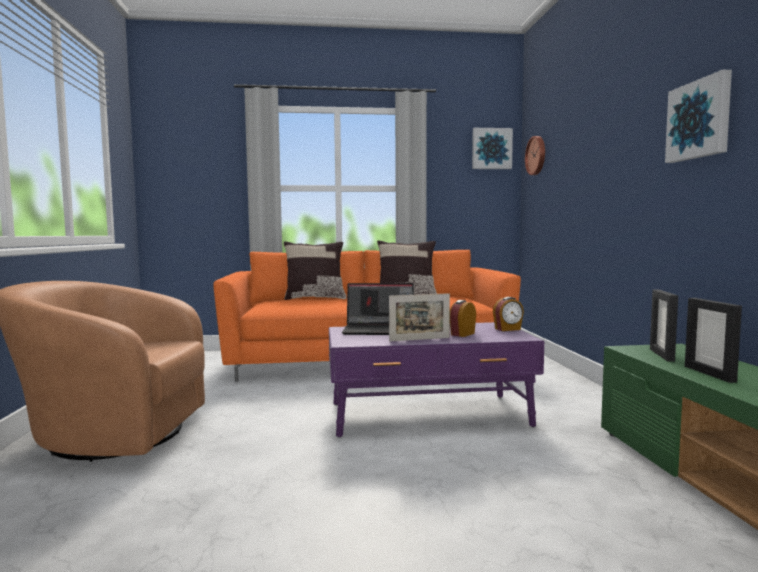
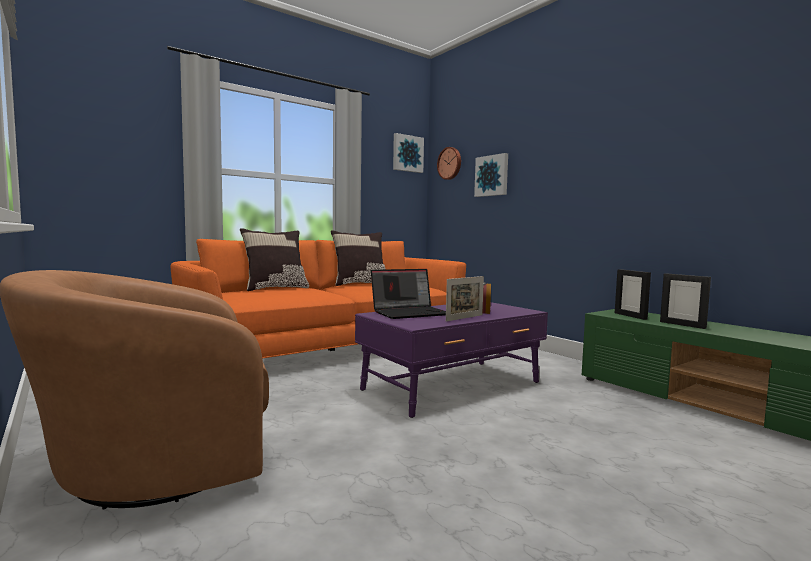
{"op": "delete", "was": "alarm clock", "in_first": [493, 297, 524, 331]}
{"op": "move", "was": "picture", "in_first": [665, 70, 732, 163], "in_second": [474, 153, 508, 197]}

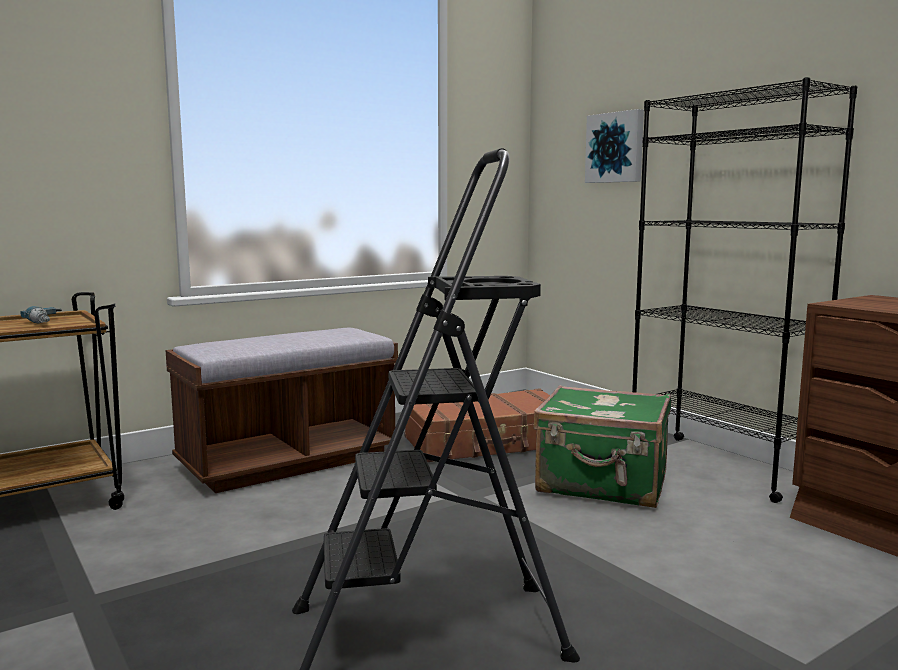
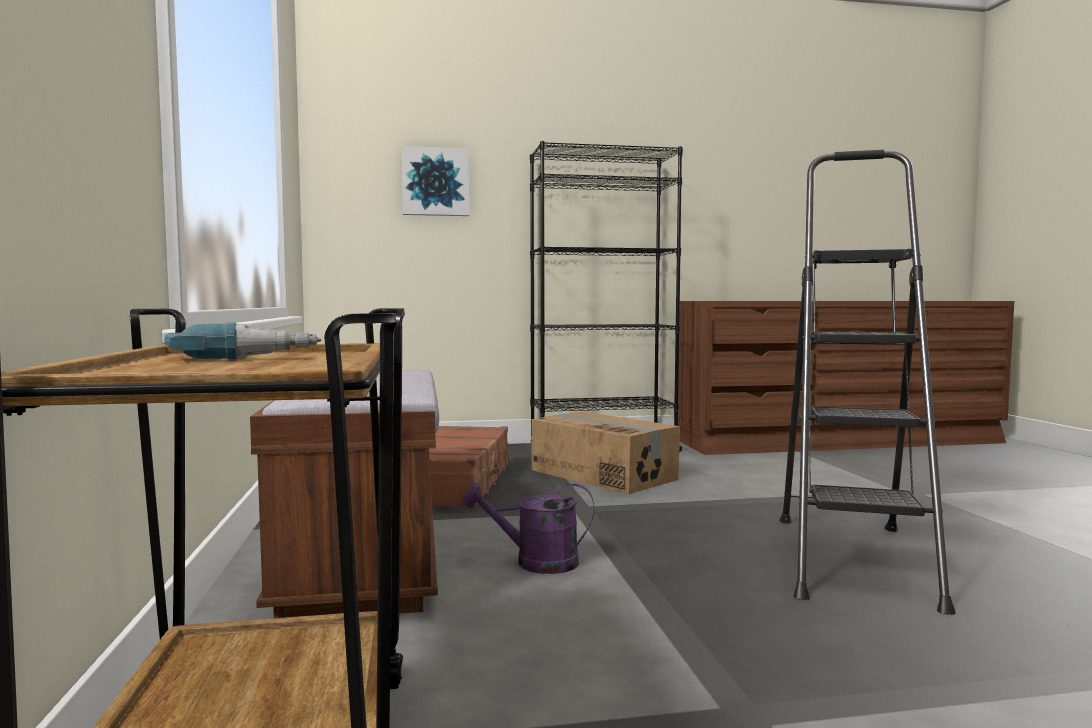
{"op": "insert", "now": "watering can (purple)", "in_second": [463, 482, 594, 574]}
{"op": "replace", "was": "suitcase (green)", "now": "cardboard box", "in_first": [533, 385, 671, 508], "in_second": [531, 412, 680, 494]}

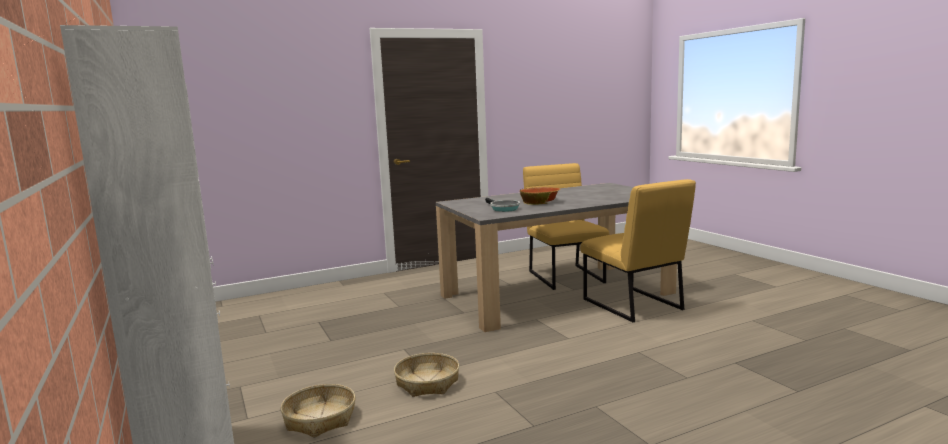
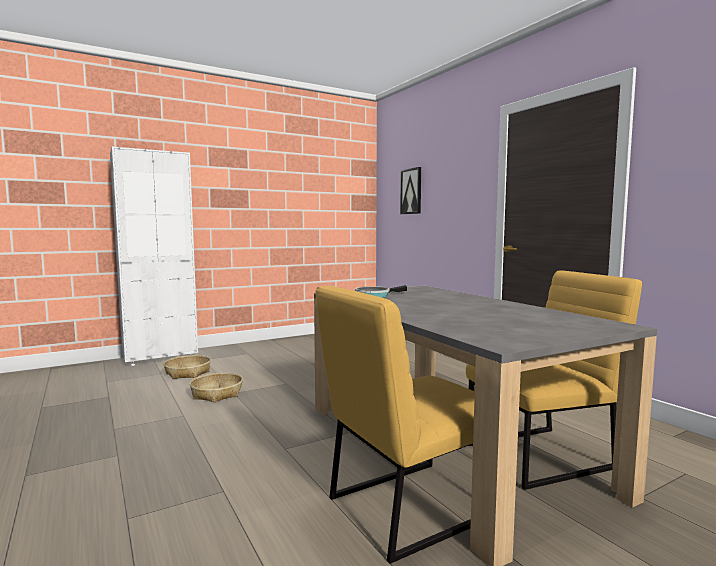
{"op": "delete", "was": "bowl", "in_first": [520, 187, 560, 205]}
{"op": "insert", "now": "picture", "in_second": [400, 167, 421, 214]}

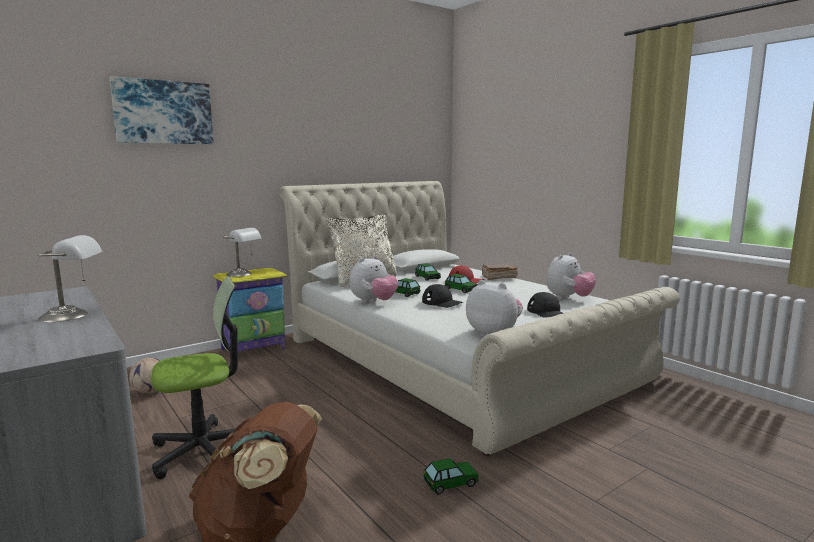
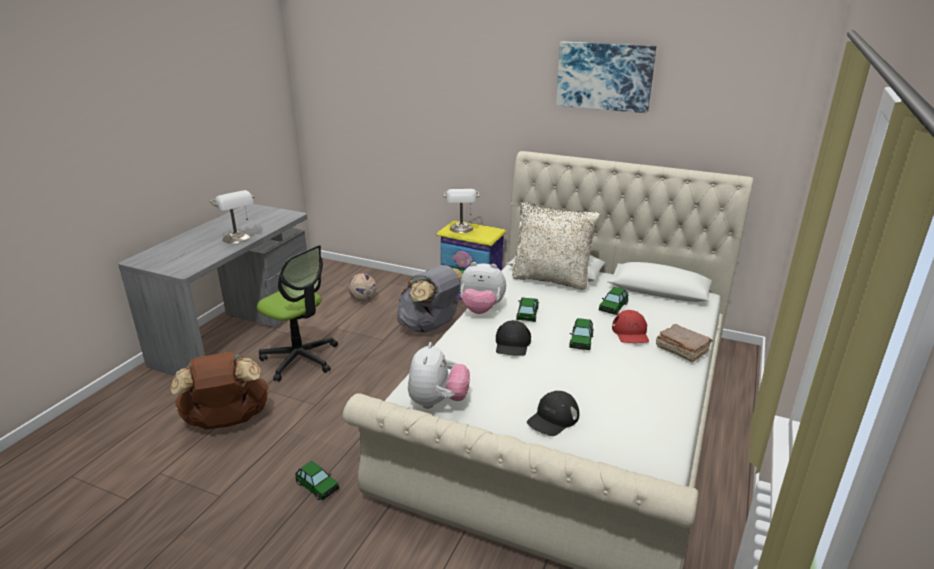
{"op": "delete", "was": "plush toy", "in_first": [546, 252, 596, 299]}
{"op": "insert", "now": "backpack (grey)", "in_second": [397, 265, 462, 333]}
{"op": "move", "was": "picture", "in_first": [109, 76, 214, 144], "in_second": [556, 41, 656, 113]}

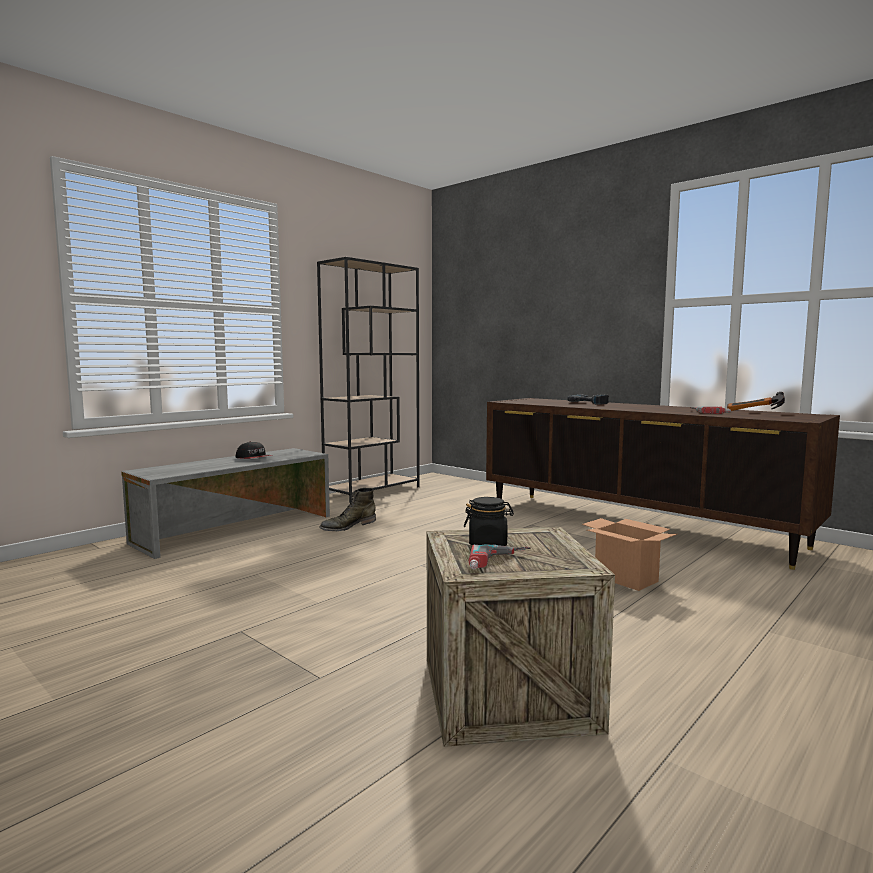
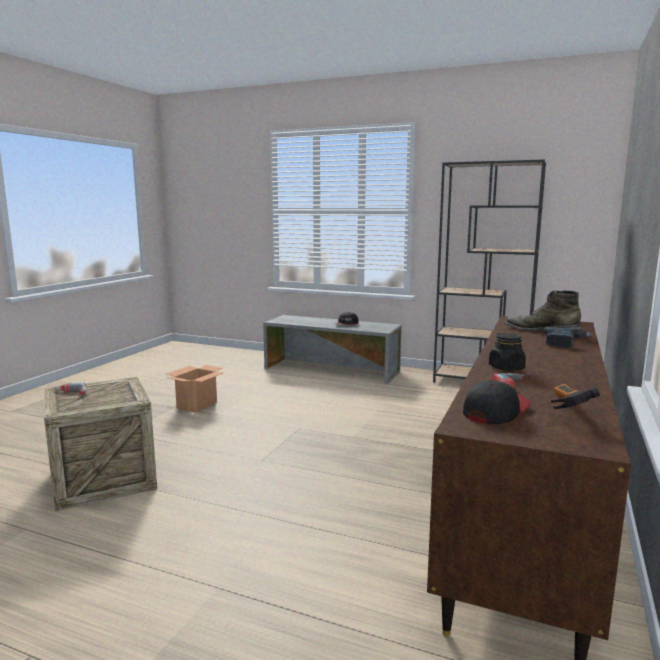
{"op": "insert", "now": "cap", "in_second": [463, 380, 531, 424]}
{"op": "move", "was": "boot (green)", "in_first": [320, 488, 376, 531], "in_second": [505, 291, 581, 331]}
{"op": "move", "was": "jar (black)", "in_first": [464, 497, 514, 546], "in_second": [489, 333, 526, 371]}
{"op": "move", "was": "cardboard box", "in_first": [582, 518, 677, 591], "in_second": [166, 365, 223, 413]}

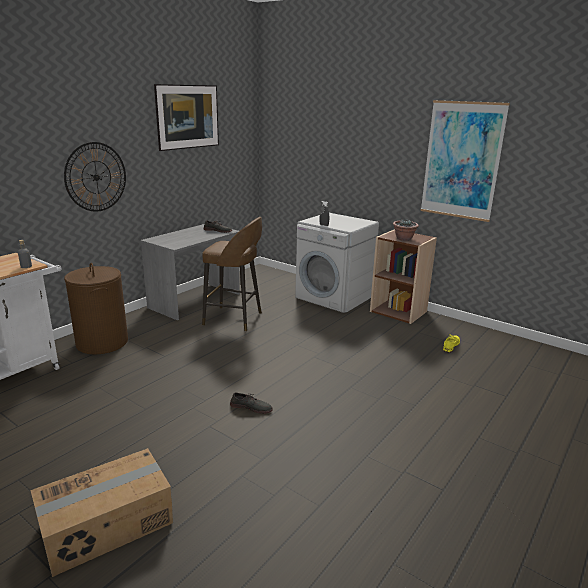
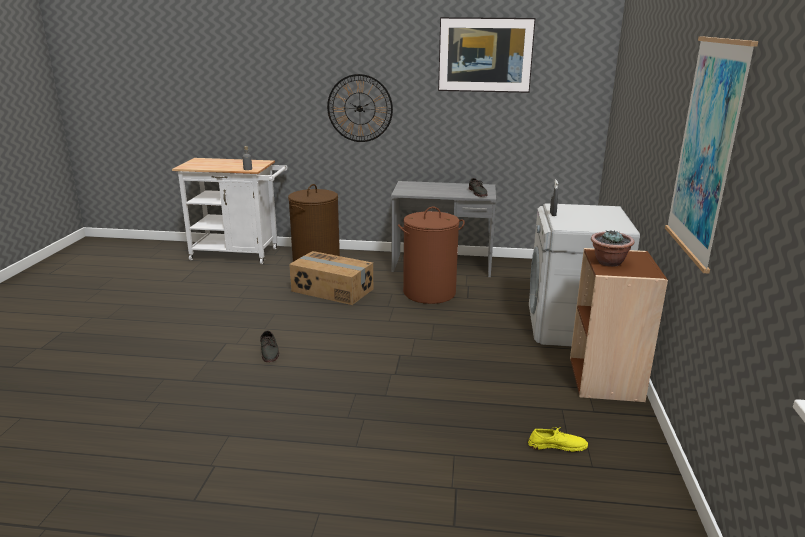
{"op": "move", "was": "cardboard box", "in_first": [31, 448, 173, 577], "in_second": [289, 251, 373, 305]}
{"op": "replace", "was": "stool (brown)", "now": "laundry basket (brown)", "in_first": [202, 217, 262, 332], "in_second": [398, 207, 465, 304]}

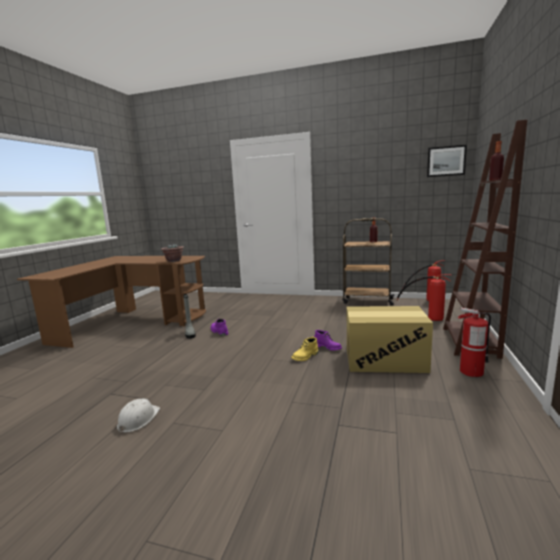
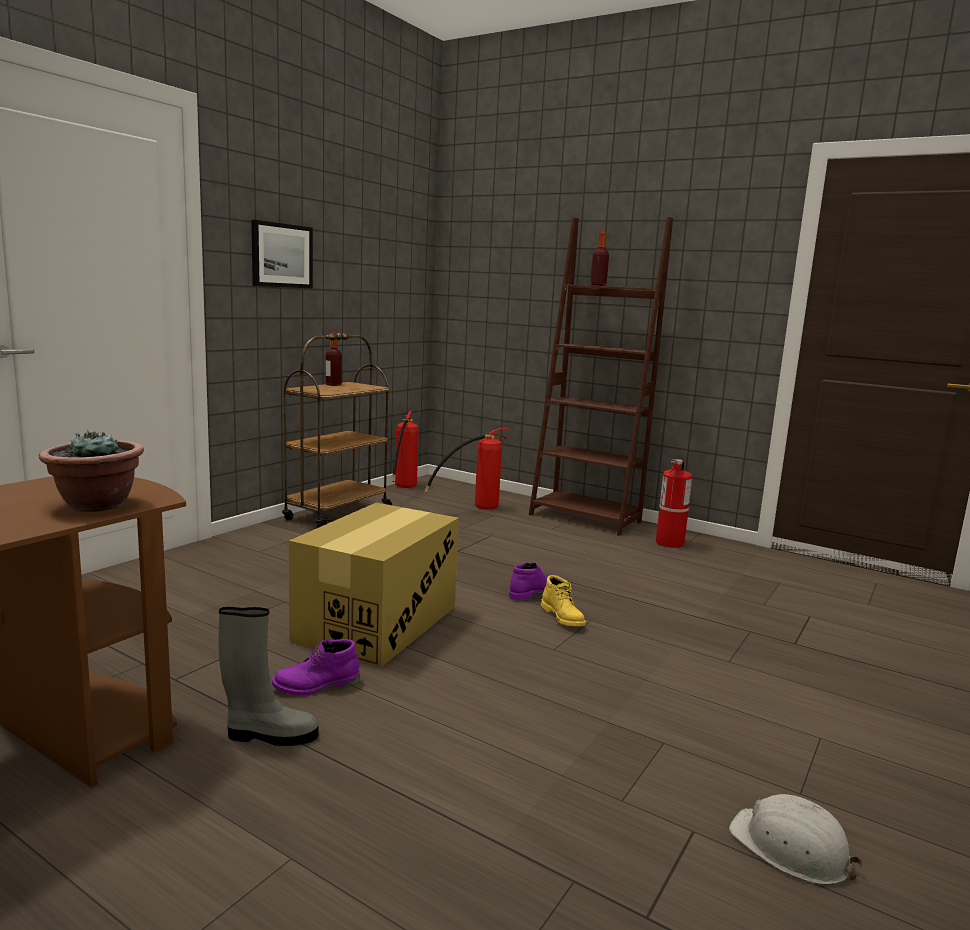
{"op": "move", "was": "cardboard box", "in_first": [347, 306, 433, 373], "in_second": [289, 503, 459, 667]}
{"op": "move", "was": "picture", "in_first": [427, 145, 467, 177], "in_second": [251, 220, 313, 288]}

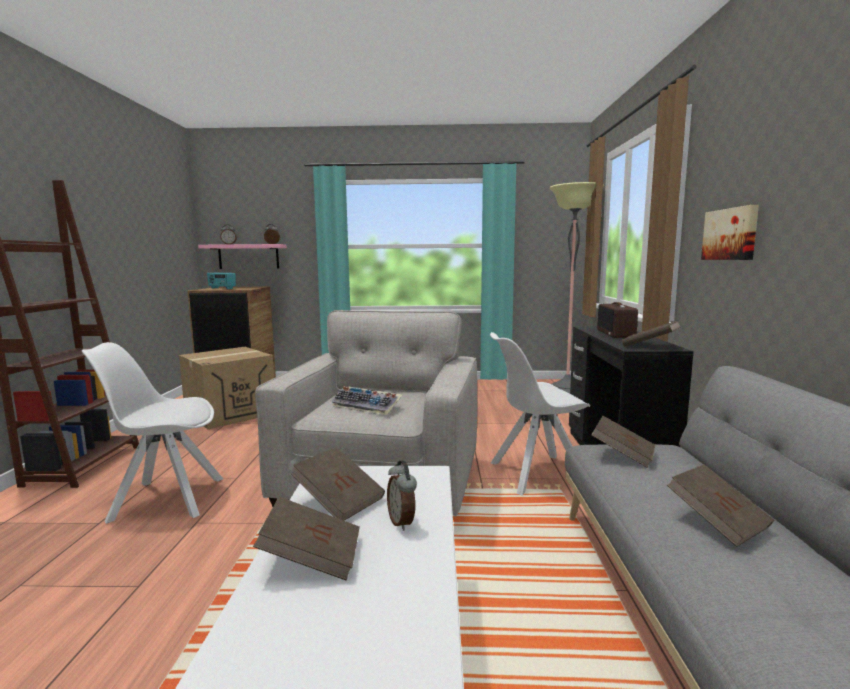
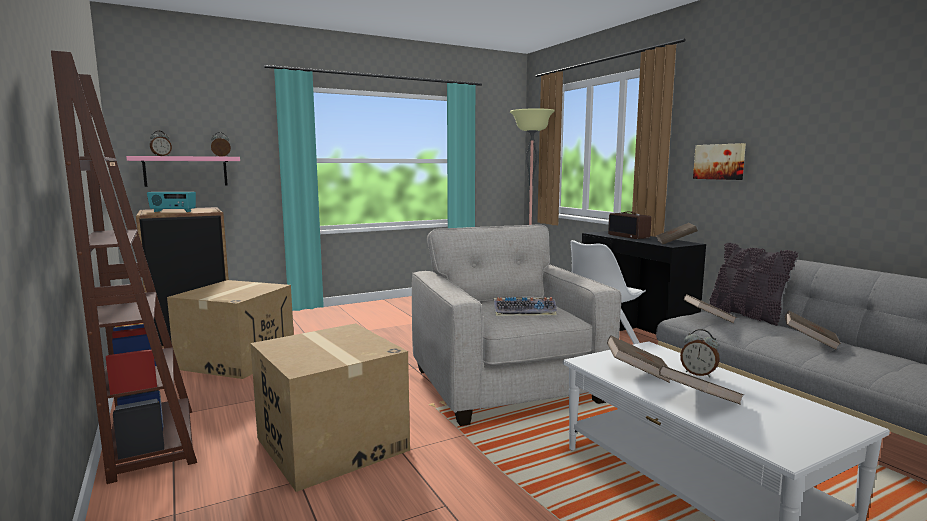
{"op": "insert", "now": "pillow (black)", "in_second": [708, 243, 798, 326]}
{"op": "replace", "was": "chair (white)", "now": "cardboard box", "in_first": [82, 342, 223, 524], "in_second": [250, 323, 410, 492]}

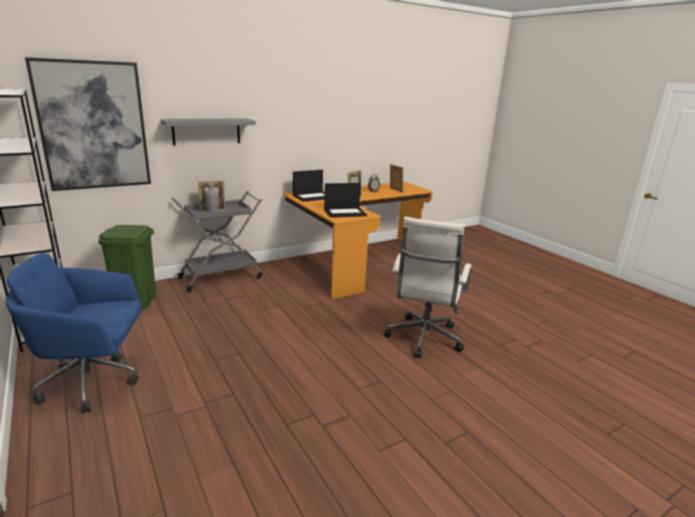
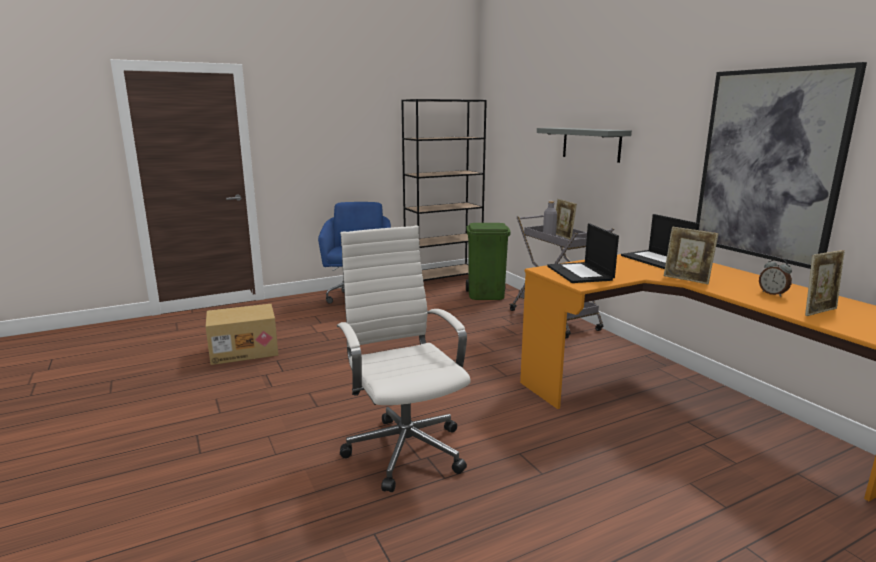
{"op": "insert", "now": "cardboard box", "in_second": [206, 304, 278, 365]}
{"op": "move", "was": "picture", "in_first": [25, 57, 151, 191], "in_second": [696, 62, 867, 269]}
{"op": "rotate", "was": "office chair (white)", "in_first": [384, 216, 472, 358], "in_second": [337, 225, 471, 492], "clockwise": 45}

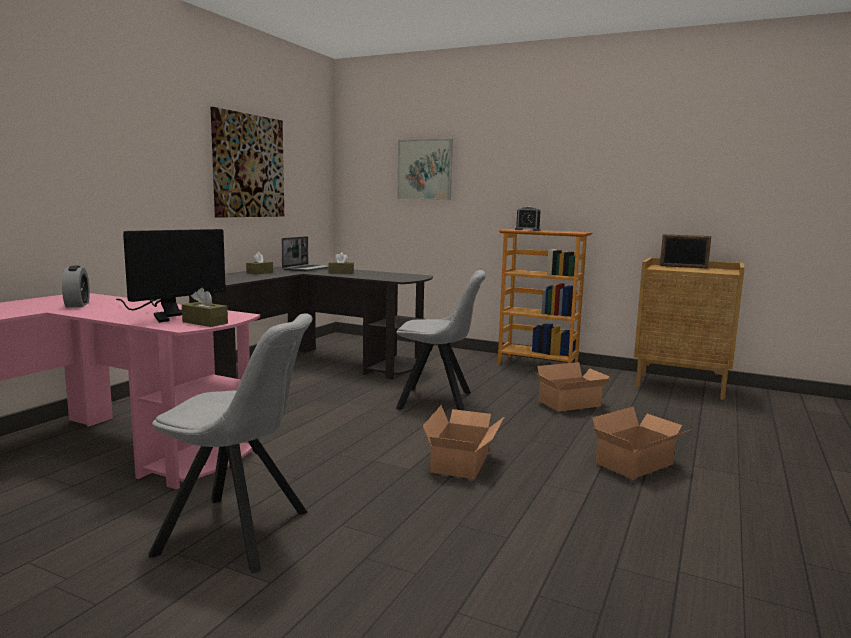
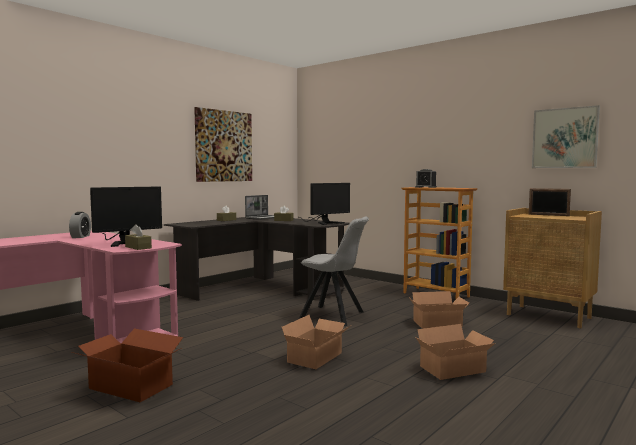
{"op": "insert", "now": "monitor", "in_second": [298, 183, 350, 225]}
{"op": "move", "was": "picture", "in_first": [397, 139, 453, 200], "in_second": [532, 105, 600, 168]}
{"op": "replace", "was": "chair (grey)", "now": "cardboard box", "in_first": [149, 313, 313, 574], "in_second": [72, 329, 183, 402]}

